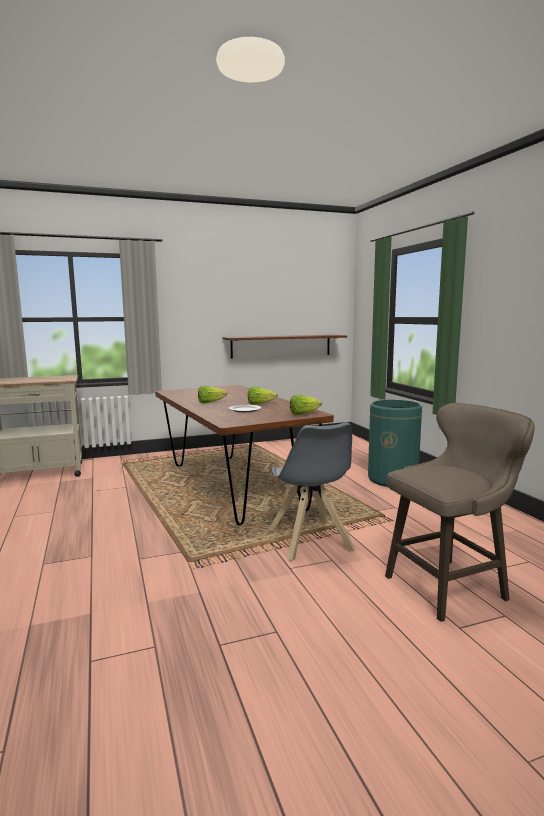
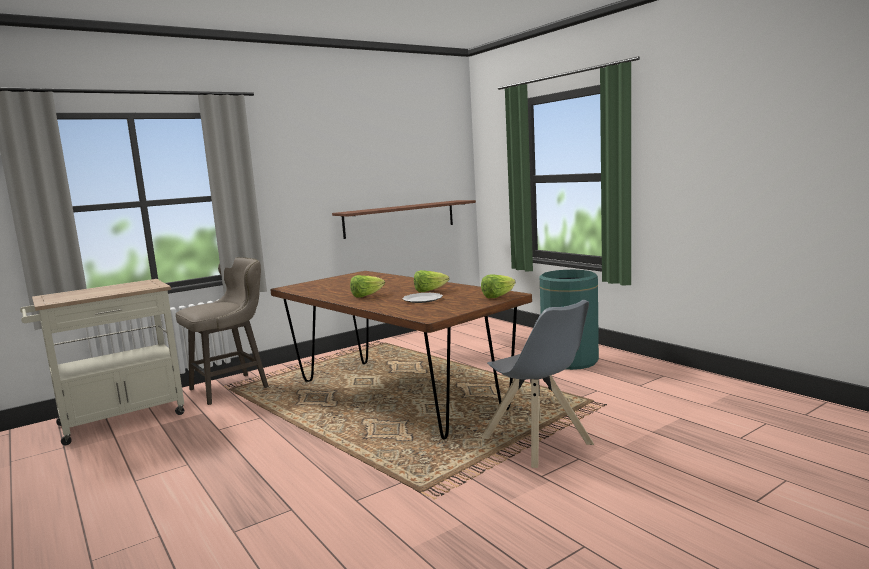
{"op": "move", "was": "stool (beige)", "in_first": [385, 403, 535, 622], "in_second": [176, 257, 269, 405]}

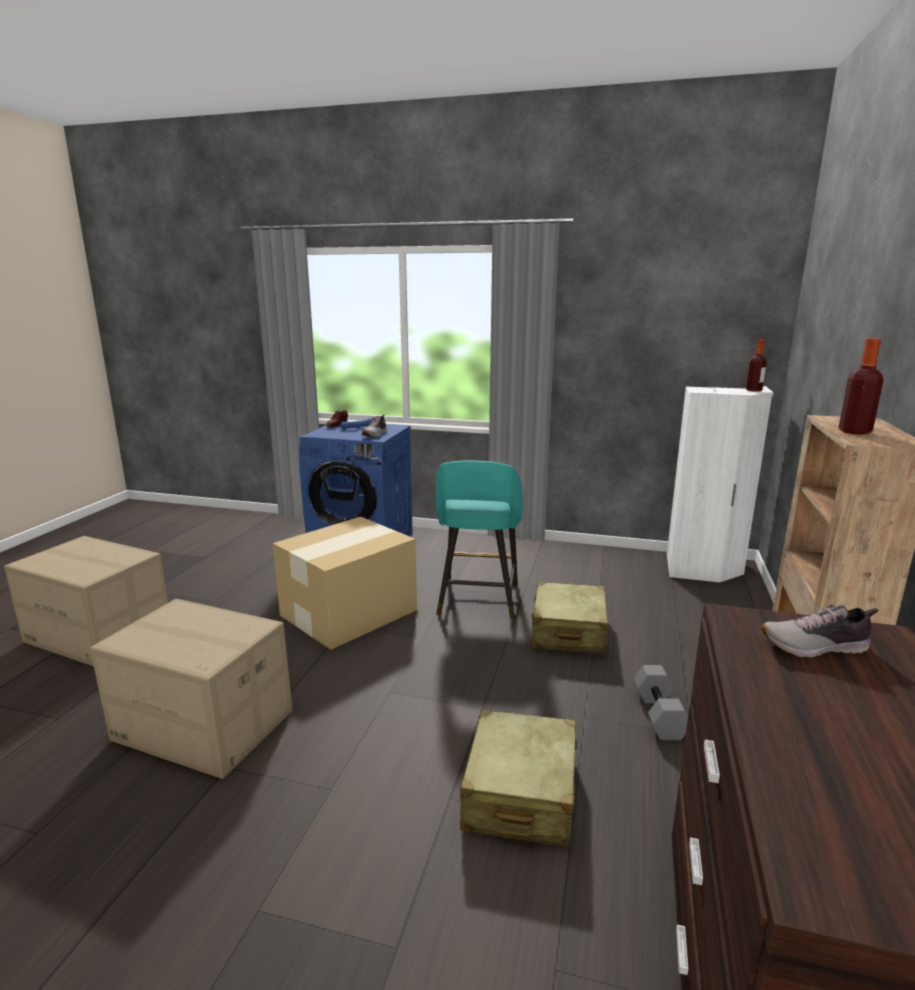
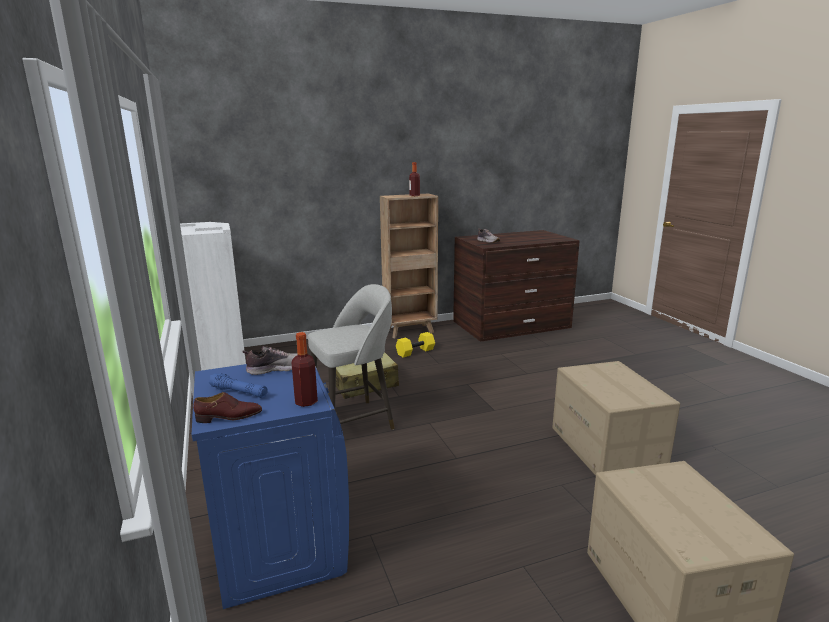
{"op": "delete", "was": "cardboard box", "in_first": [273, 517, 417, 650]}
{"op": "delete", "was": "suitcase (beige)", "in_first": [460, 710, 577, 847]}
{"op": "move", "was": "bottle", "in_first": [746, 339, 767, 392], "in_second": [292, 332, 318, 407]}
{"op": "recolor", "was": "stool (turquoise)", "now": "stool (grey)", "in_first": [436, 460, 523, 620], "in_second": [308, 284, 395, 430]}
{"op": "recolor", "was": "dumbbell (grey)", "now": "dumbbell (yellow)", "in_first": [634, 665, 688, 741], "in_second": [396, 332, 435, 358]}

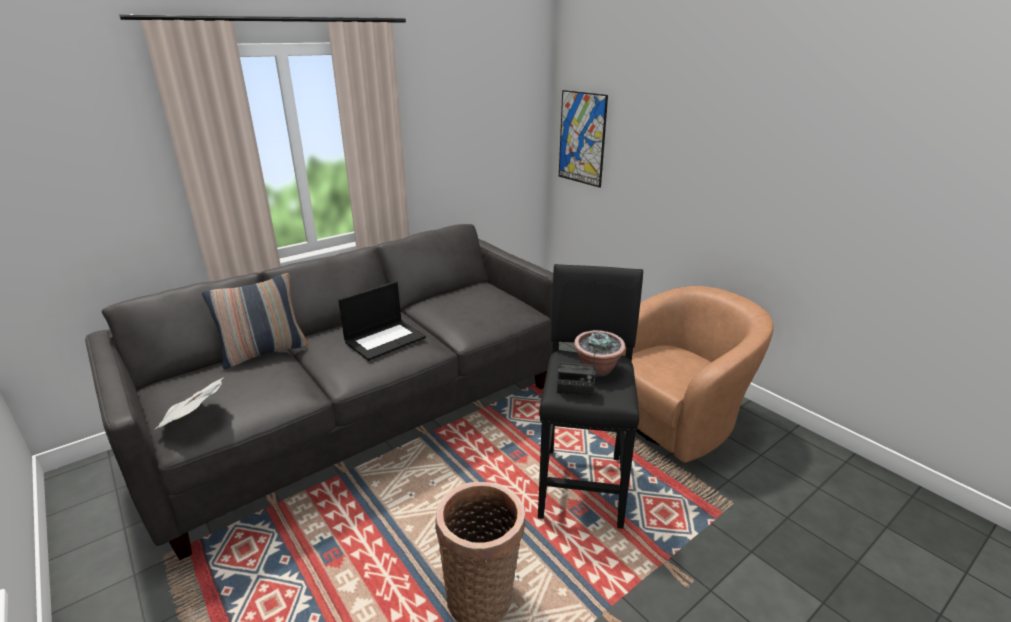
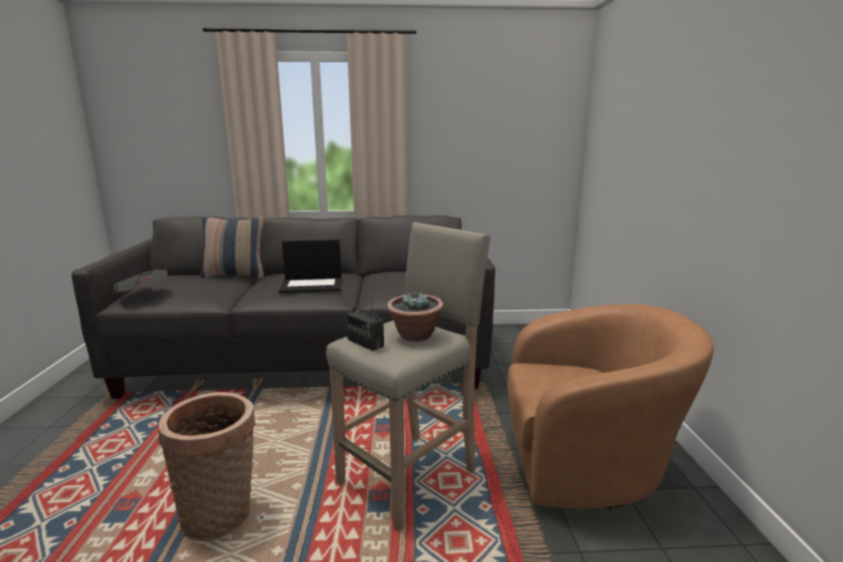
{"op": "delete", "was": "picture", "in_first": [559, 90, 608, 188]}
{"op": "recolor", "was": "stool (black)", "now": "stool (beige)", "in_first": [538, 264, 643, 529], "in_second": [326, 222, 491, 532]}

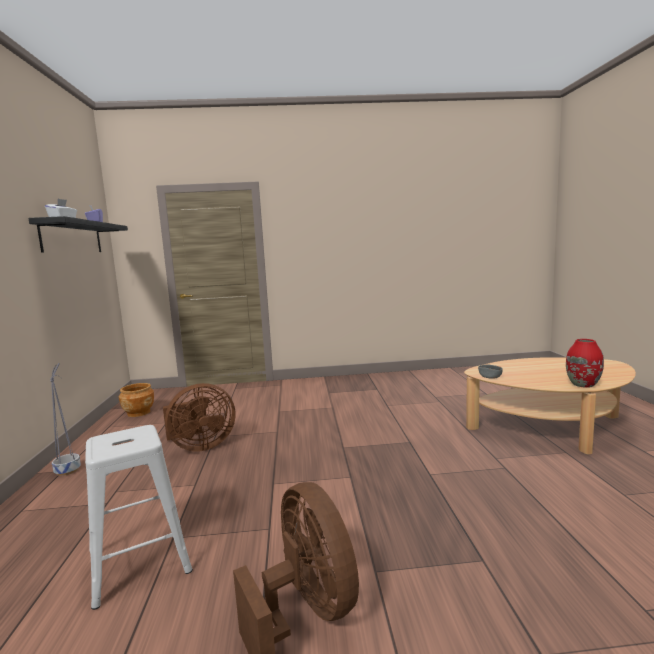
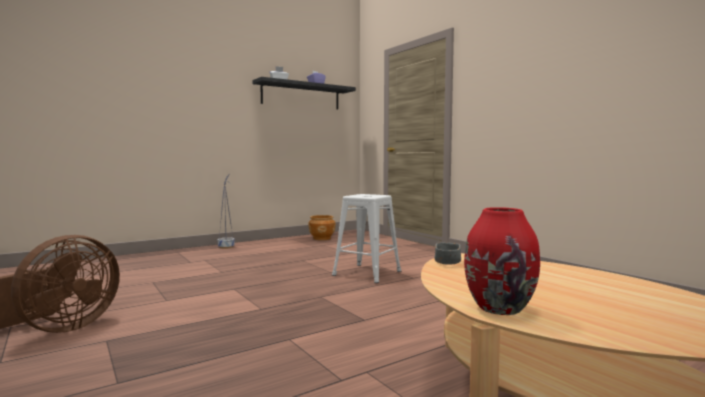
{"op": "delete", "was": "fan (brown)", "in_first": [163, 383, 235, 451]}
{"op": "move", "was": "stool (white)", "in_first": [85, 425, 193, 610], "in_second": [332, 194, 401, 283]}

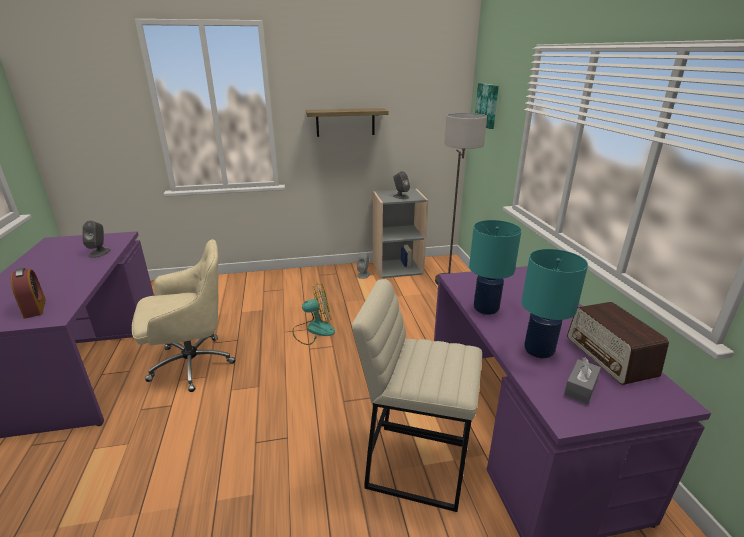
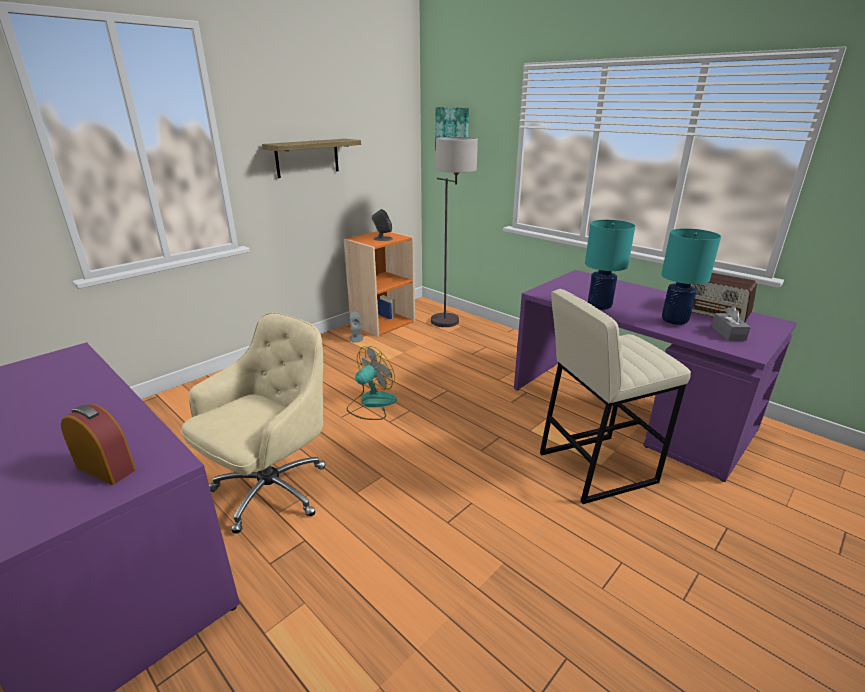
{"op": "delete", "was": "speaker (grey)", "in_first": [82, 220, 110, 258]}
{"op": "recolor", "was": "bookcase (grey)", "now": "bookcase (orange)", "in_first": [373, 189, 428, 279], "in_second": [344, 231, 415, 337]}

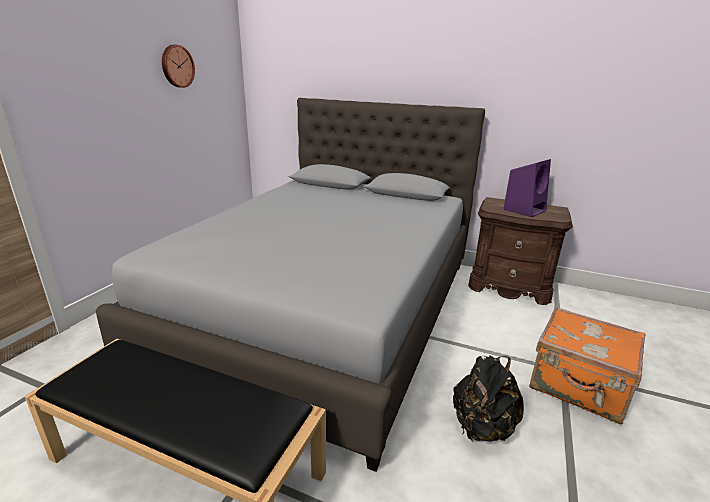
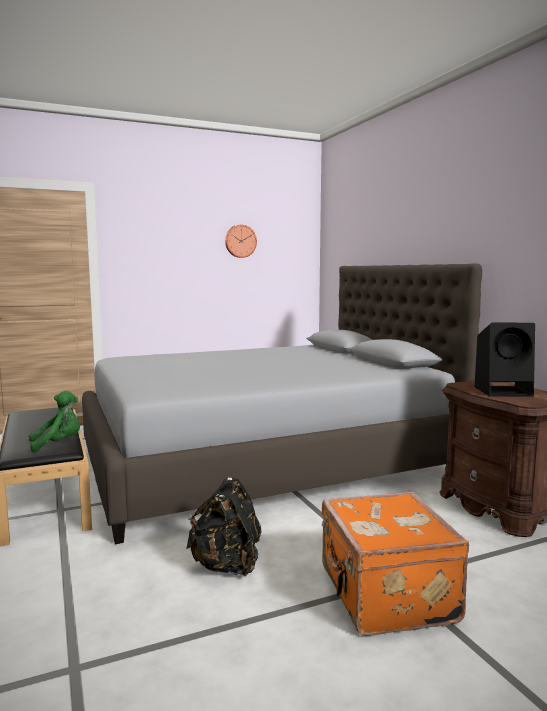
{"op": "insert", "now": "plush toy (green)", "in_second": [29, 391, 80, 453]}
{"op": "recolor", "was": "speaker (purple)", "now": "speaker (black)", "in_first": [503, 159, 551, 217], "in_second": [474, 323, 535, 397]}

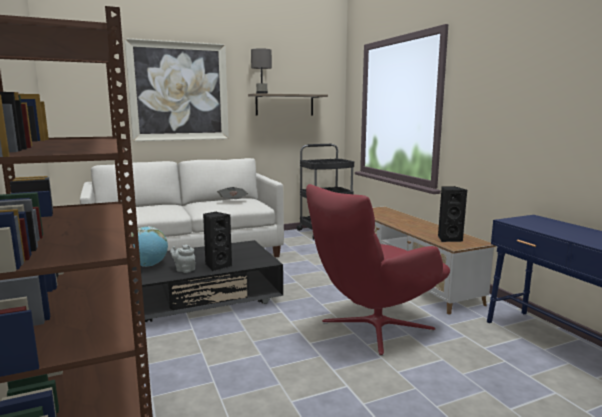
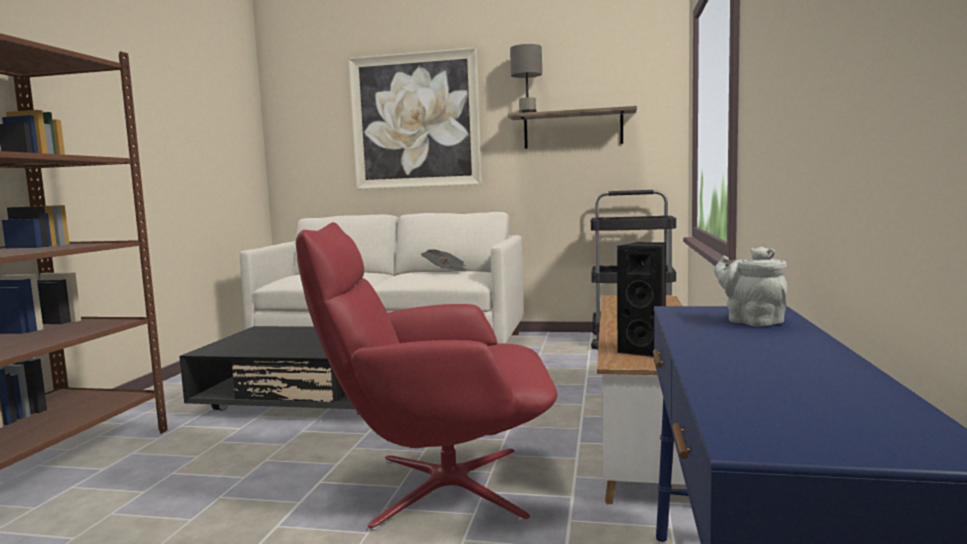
{"op": "delete", "was": "globe", "in_first": [131, 226, 168, 267]}
{"op": "delete", "was": "speaker (black)", "in_first": [203, 212, 232, 271]}
{"op": "move", "was": "teapot (grey)", "in_first": [170, 245, 196, 273], "in_second": [714, 247, 787, 327]}

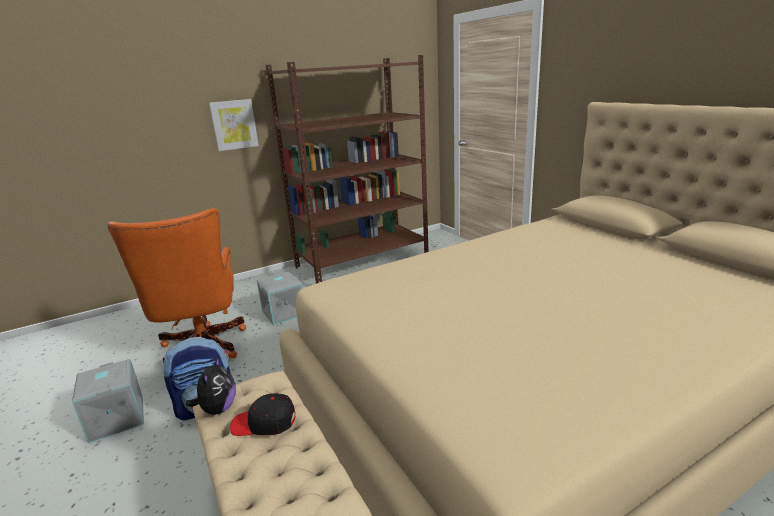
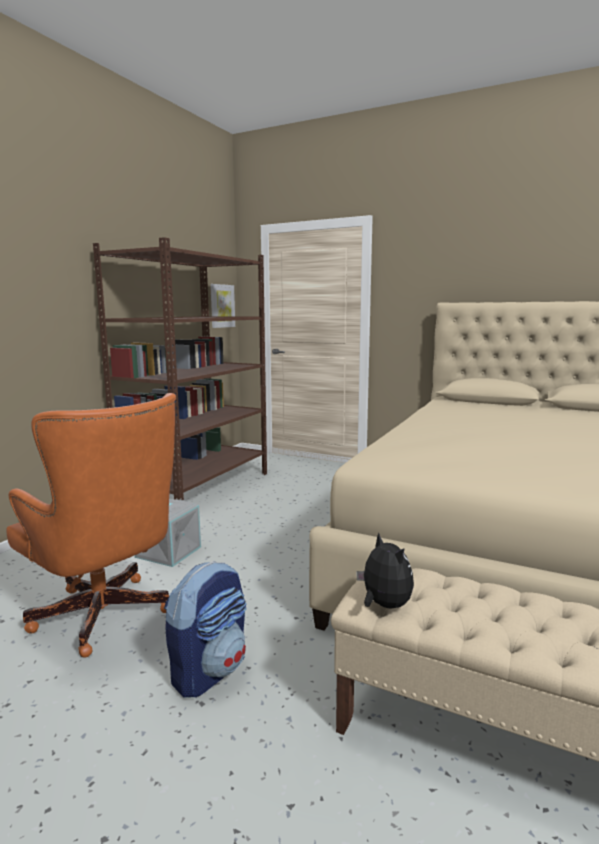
{"op": "delete", "was": "storage box (grey)", "in_first": [72, 359, 144, 443]}
{"op": "delete", "was": "cap (black)", "in_first": [230, 393, 296, 436]}
{"op": "move", "was": "picture", "in_first": [209, 99, 259, 151], "in_second": [210, 284, 235, 328]}

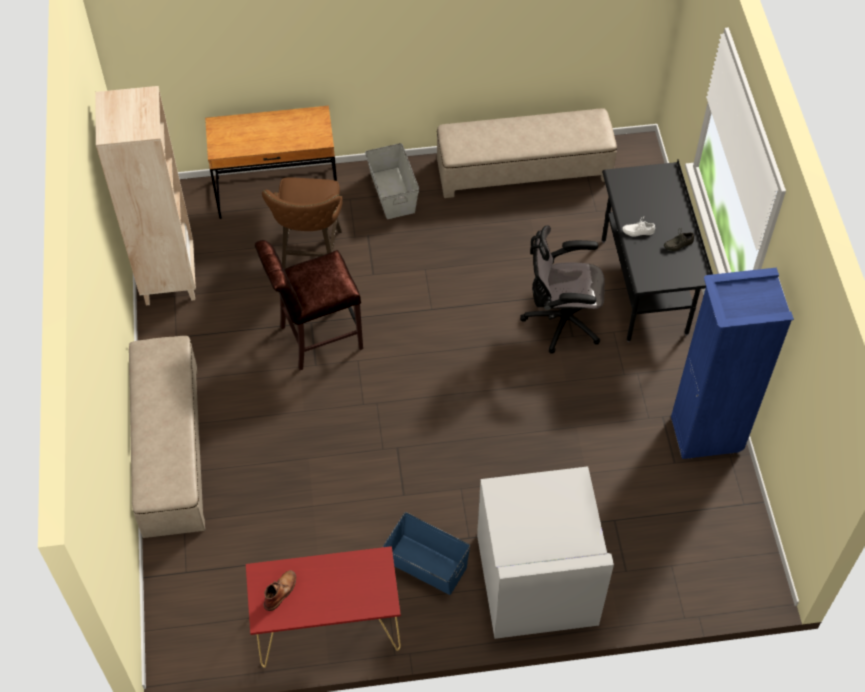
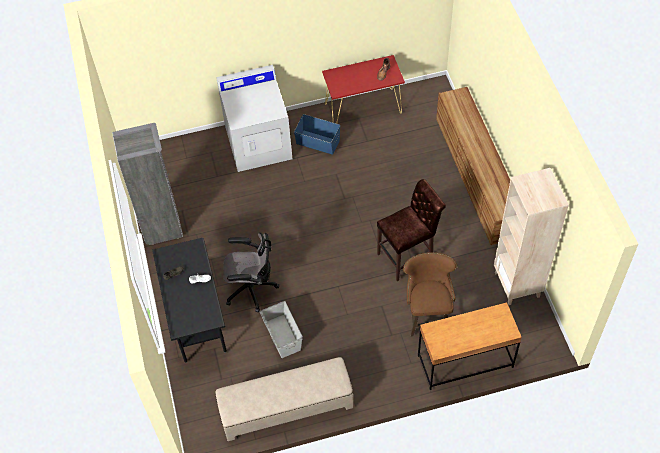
{"op": "move", "was": "storage box (grey)", "in_first": [365, 143, 419, 219], "in_second": [260, 301, 303, 358]}
{"op": "replace", "was": "bench (beige)", "now": "cabinet (brown)", "in_first": [129, 336, 205, 538], "in_second": [436, 87, 510, 245]}
{"op": "recolor", "was": "cabinet (blue)", "now": "cabinet (grey)", "in_first": [671, 267, 794, 459], "in_second": [112, 123, 183, 245]}

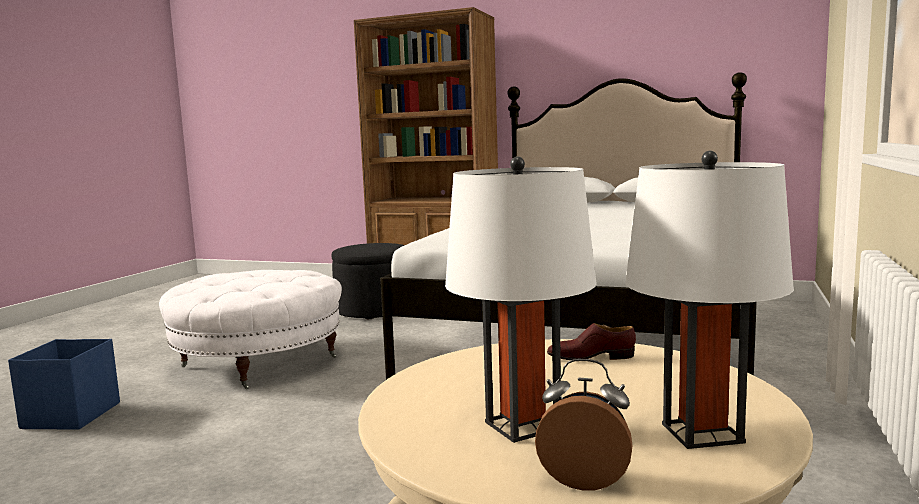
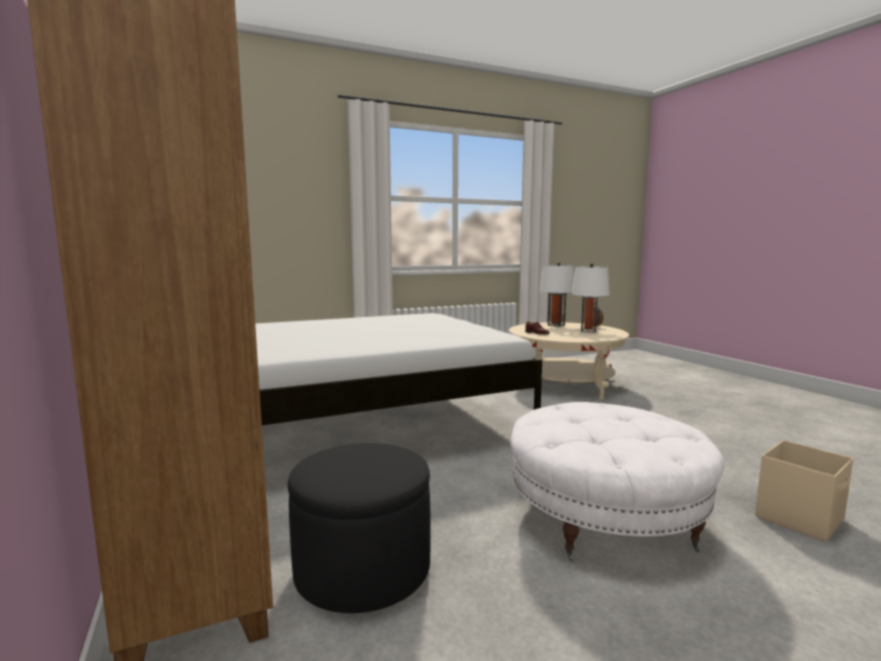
{"op": "recolor", "was": "storage box (blue)", "now": "storage box (beige)", "in_first": [8, 339, 120, 430], "in_second": [755, 440, 853, 542]}

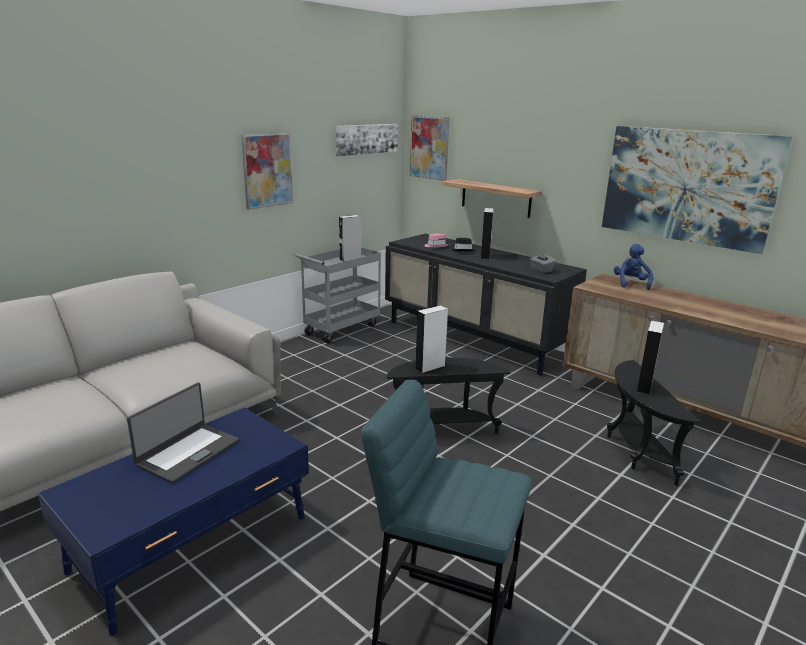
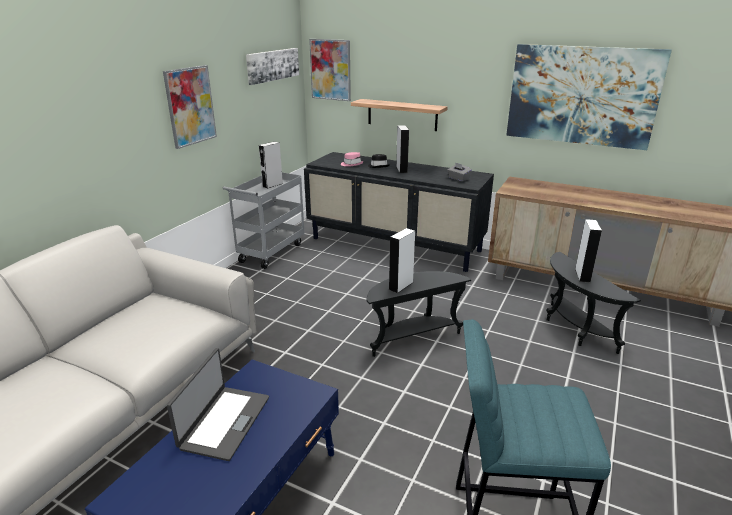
{"op": "delete", "was": "plush toy (blue)", "in_first": [614, 244, 653, 290]}

